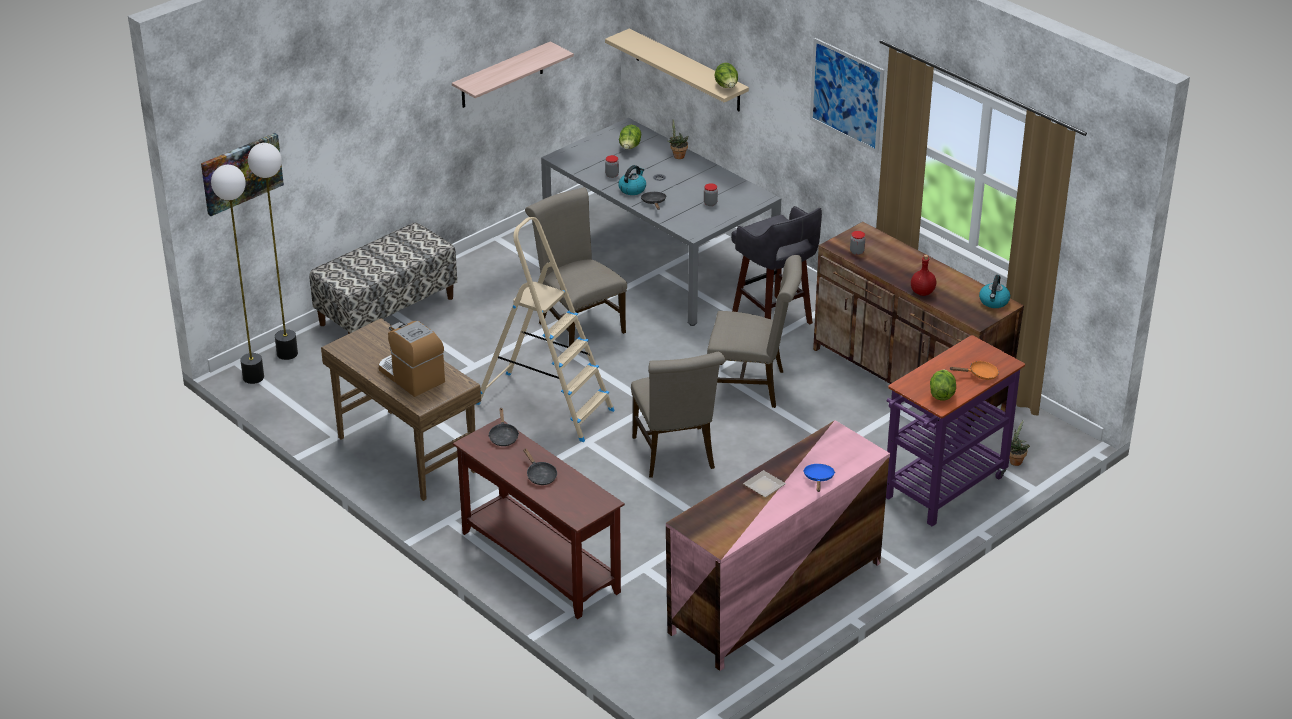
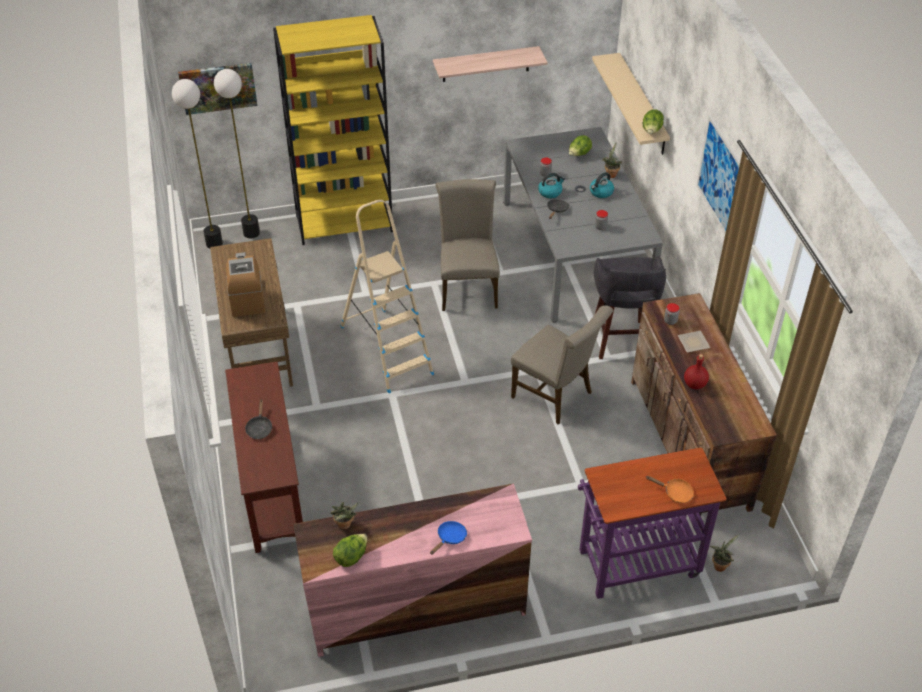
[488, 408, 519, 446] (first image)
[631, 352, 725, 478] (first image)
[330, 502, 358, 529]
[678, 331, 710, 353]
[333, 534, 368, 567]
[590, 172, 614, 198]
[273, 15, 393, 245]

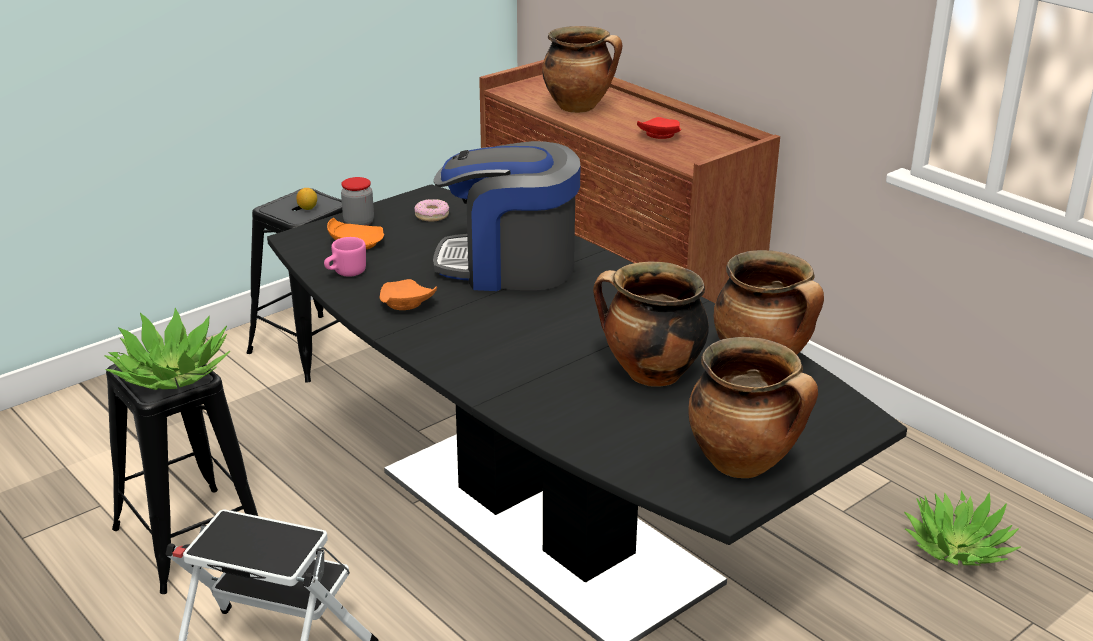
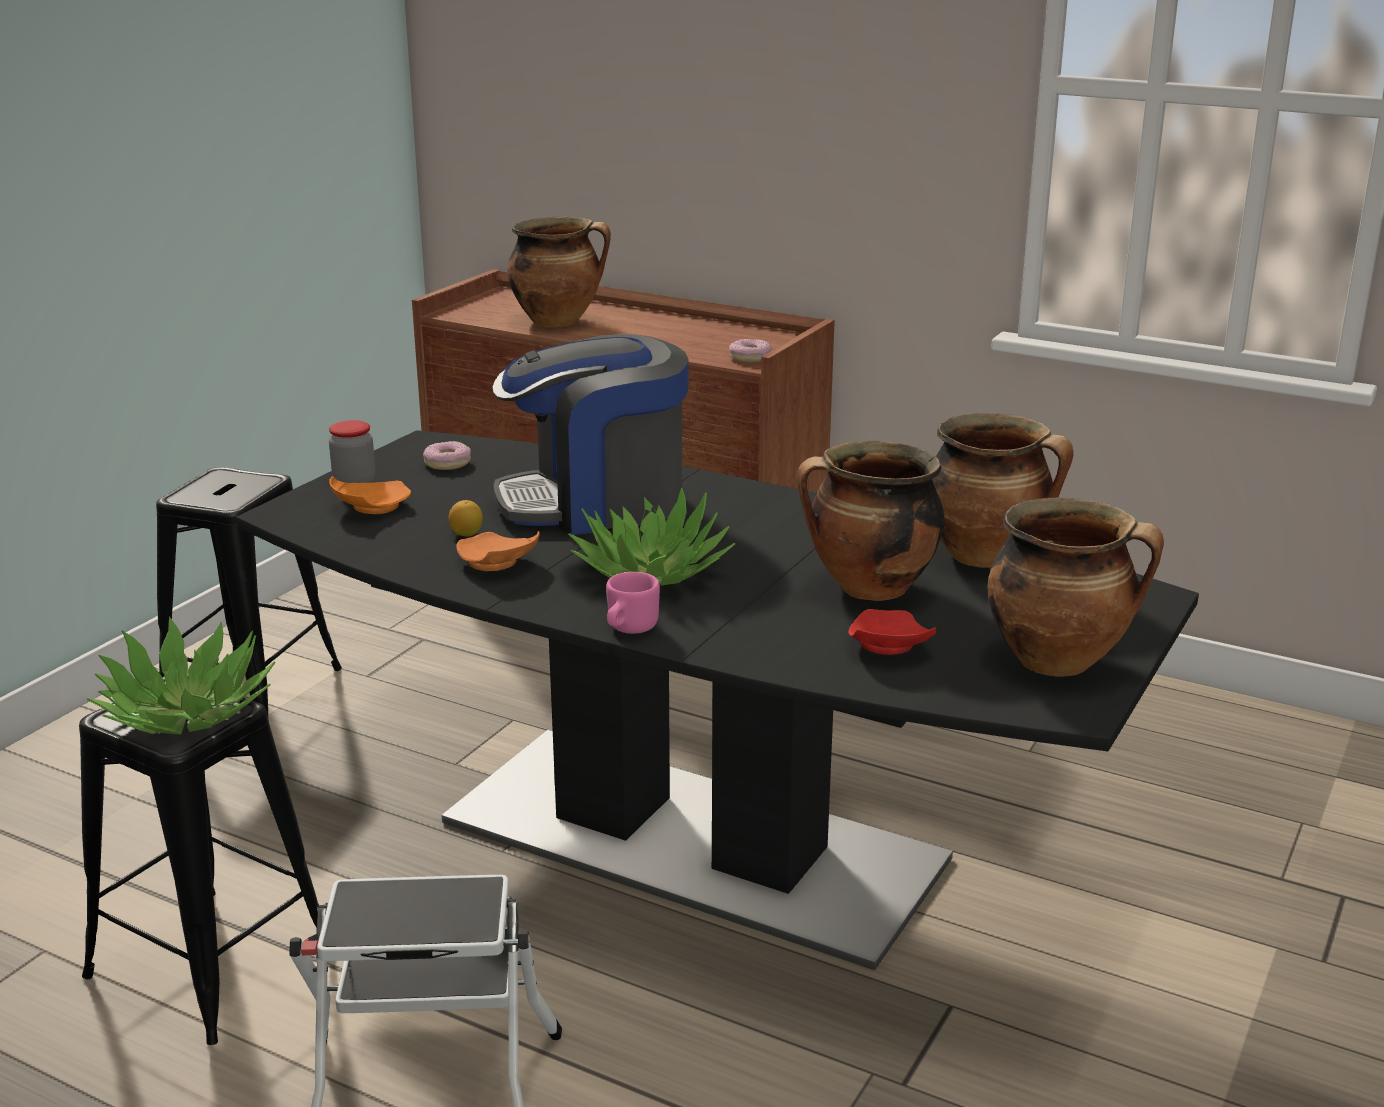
[729, 339, 772, 363]
[449, 500, 483, 537]
[606, 572, 660, 634]
[848, 609, 936, 655]
[568, 488, 735, 585]

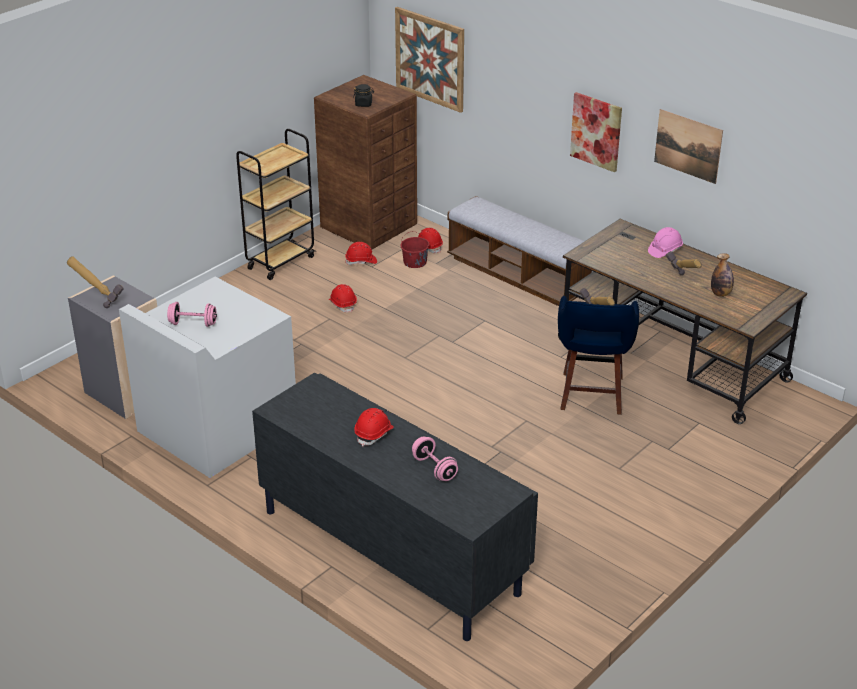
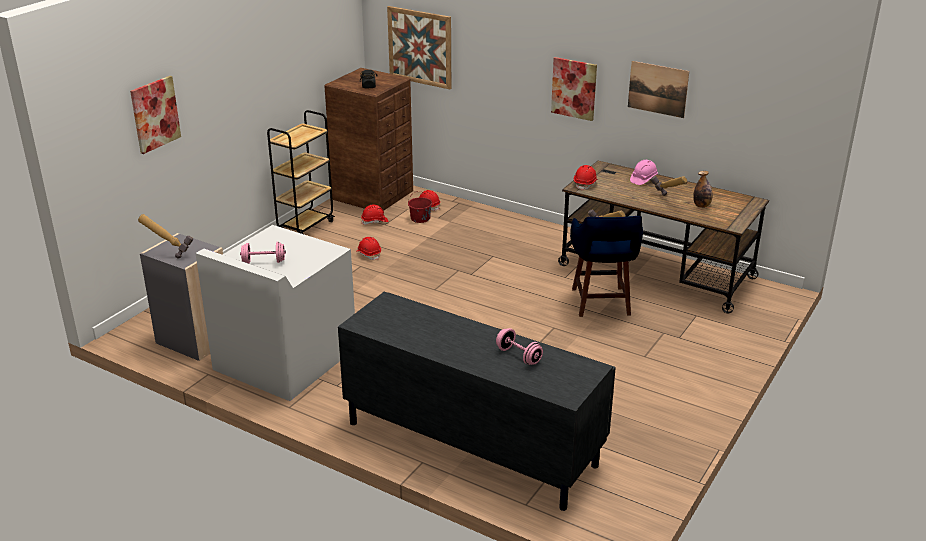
[447, 196, 592, 306] (first image)
[130, 76, 181, 154]
[574, 165, 598, 191]

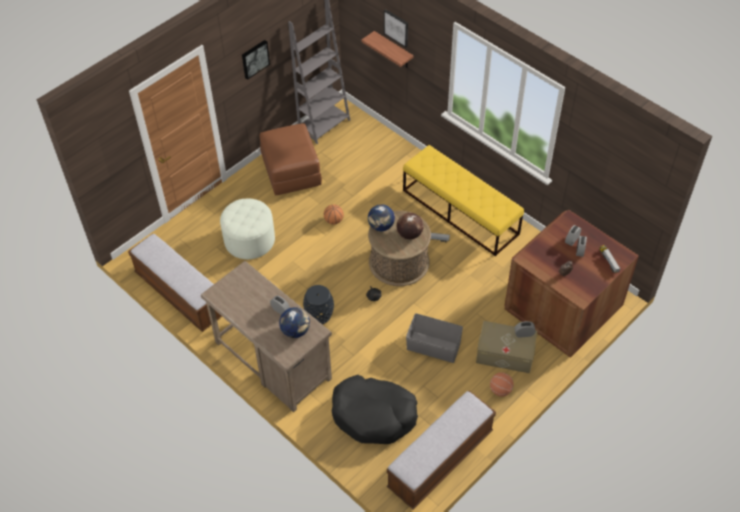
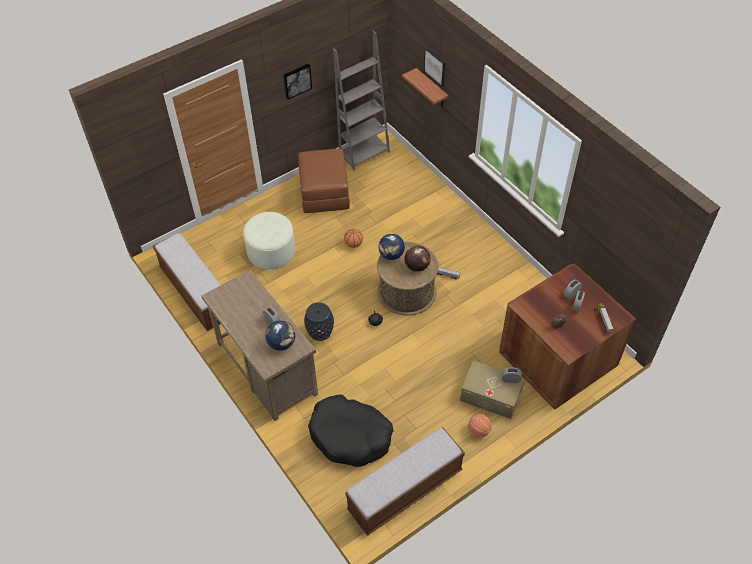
[403, 145, 524, 256] (first image)
[406, 313, 463, 363] (first image)

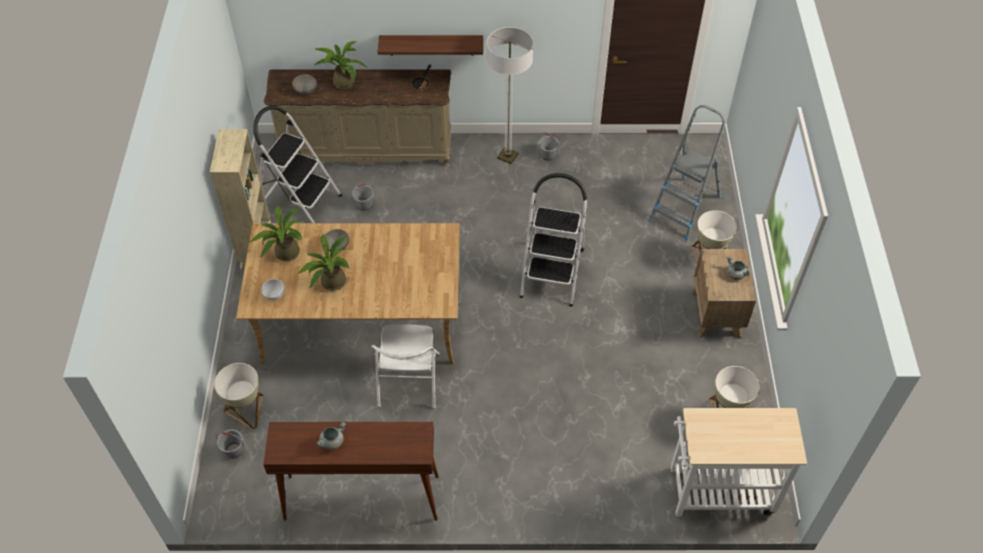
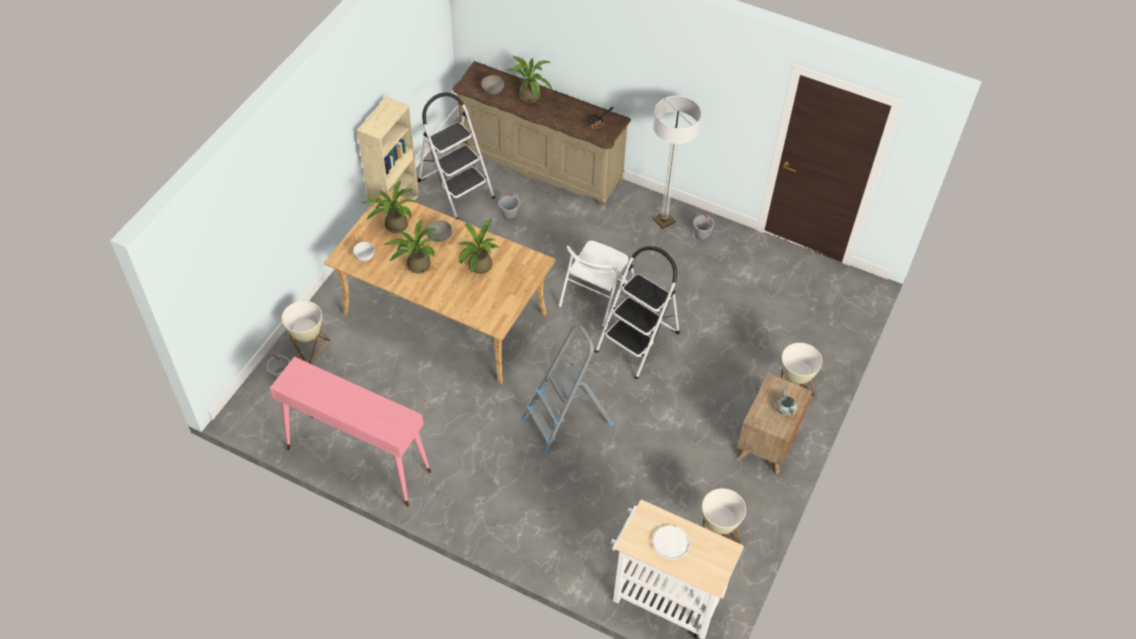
[317, 422, 346, 450] (first image)
[378, 35, 483, 56] (first image)
[458, 219, 499, 274]
[652, 525, 690, 560]
[558, 241, 628, 326]
[523, 325, 614, 454]
[270, 357, 431, 507]

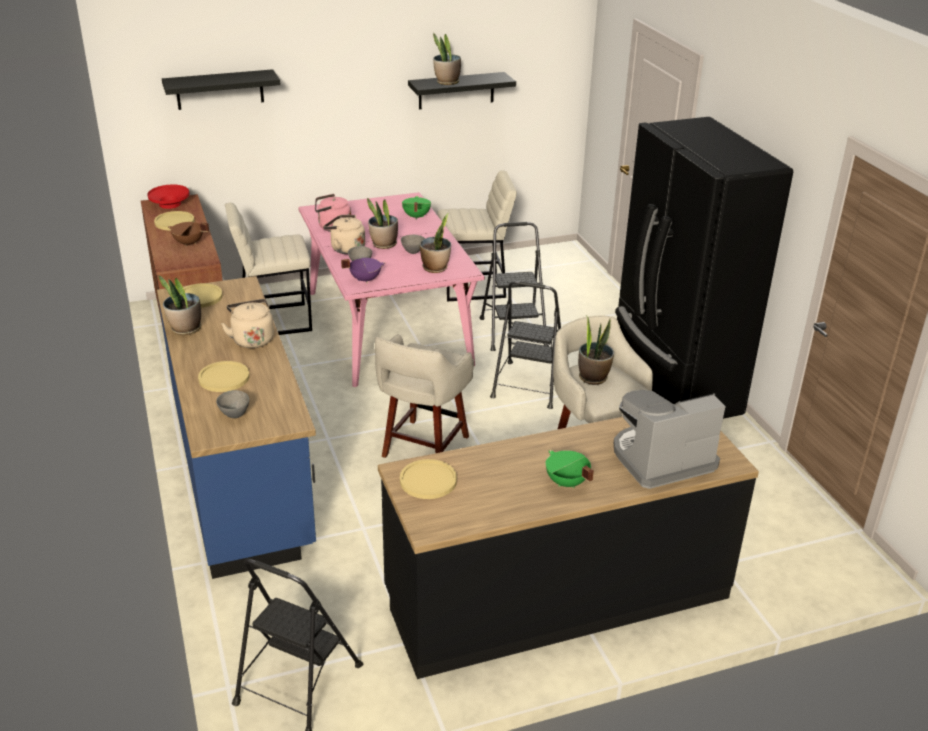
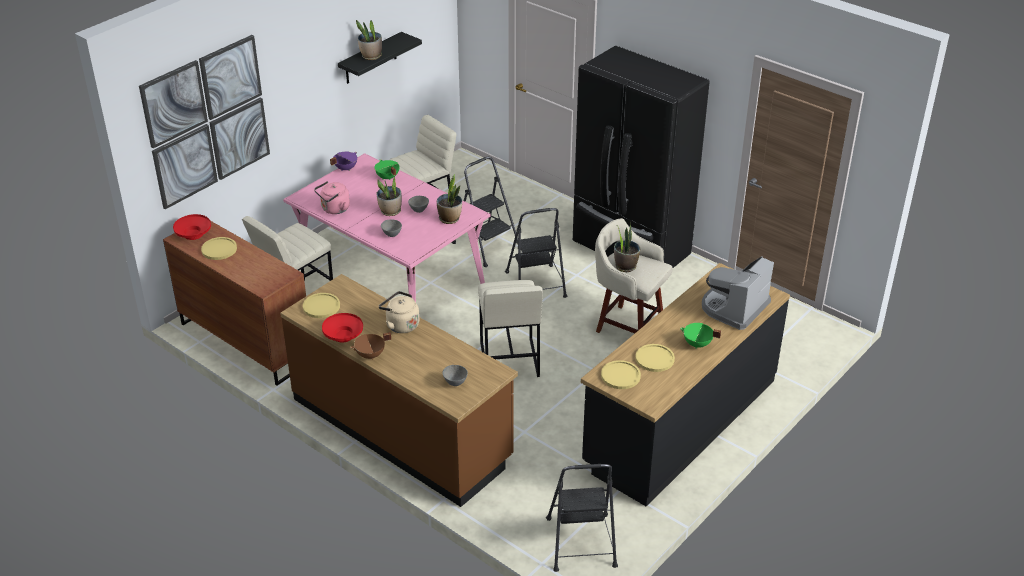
[323, 215, 365, 254] (first image)
[350, 332, 391, 360]
[636, 344, 675, 372]
[330, 152, 357, 171]
[322, 313, 363, 342]
[139, 35, 270, 209]
[478, 280, 543, 377]
[280, 274, 518, 507]

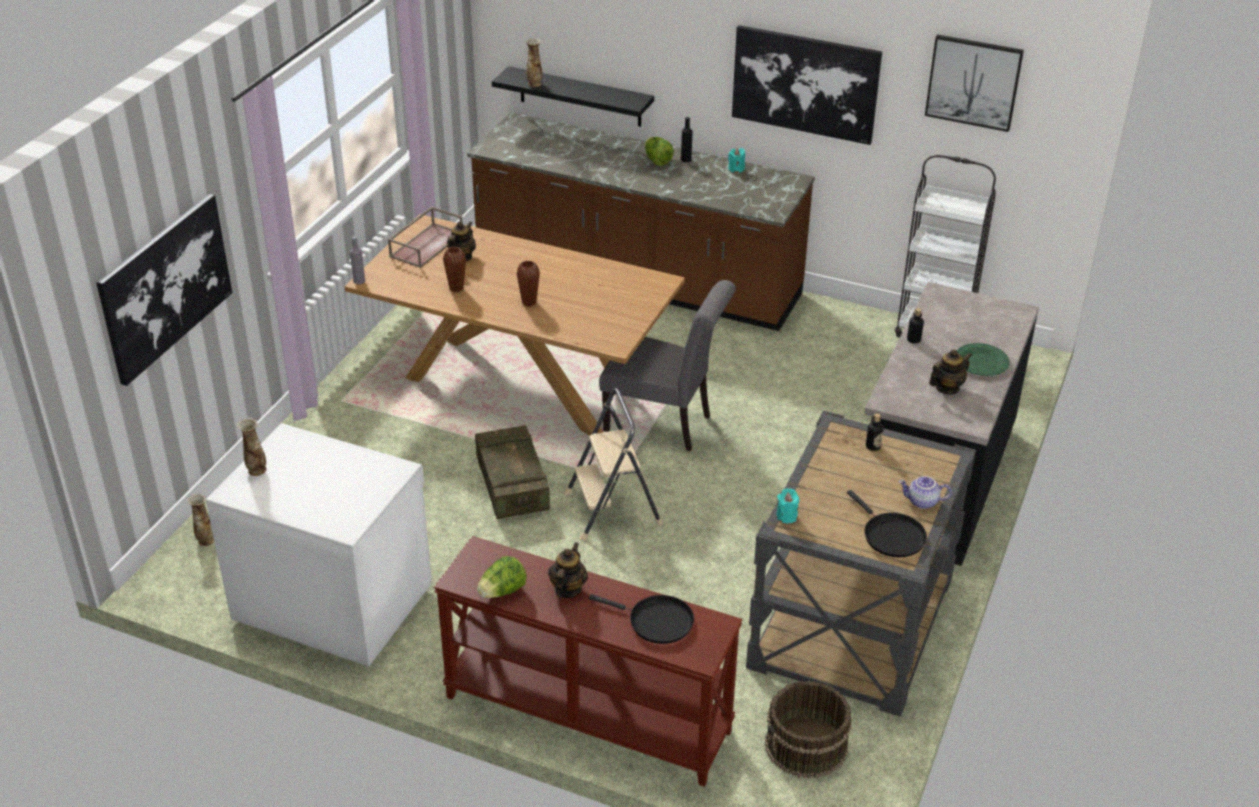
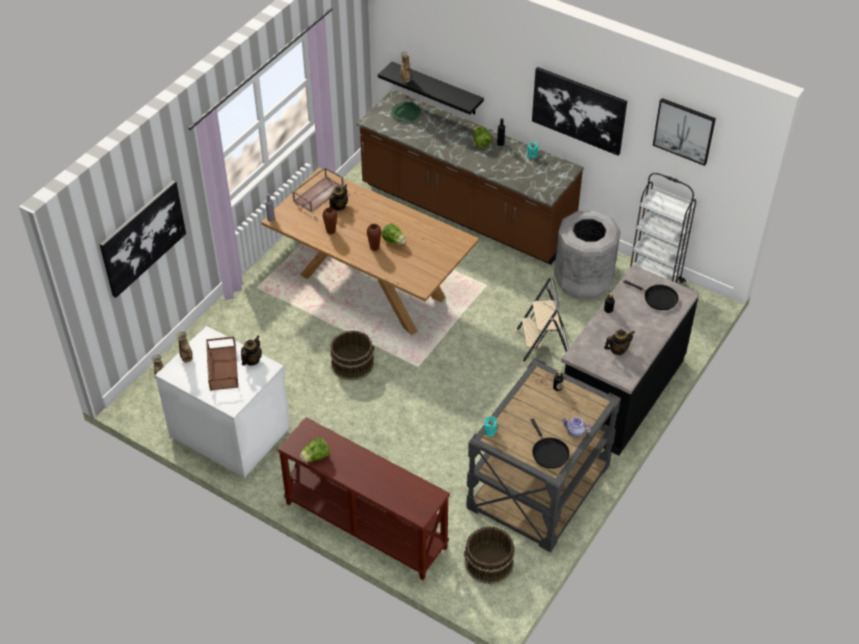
[599, 280, 736, 451] (first image)
[206, 336, 238, 391]
[382, 223, 406, 245]
[554, 211, 621, 299]
[241, 335, 262, 366]
[514, 278, 569, 365]
[624, 280, 678, 310]
[391, 102, 421, 122]
[330, 331, 375, 380]

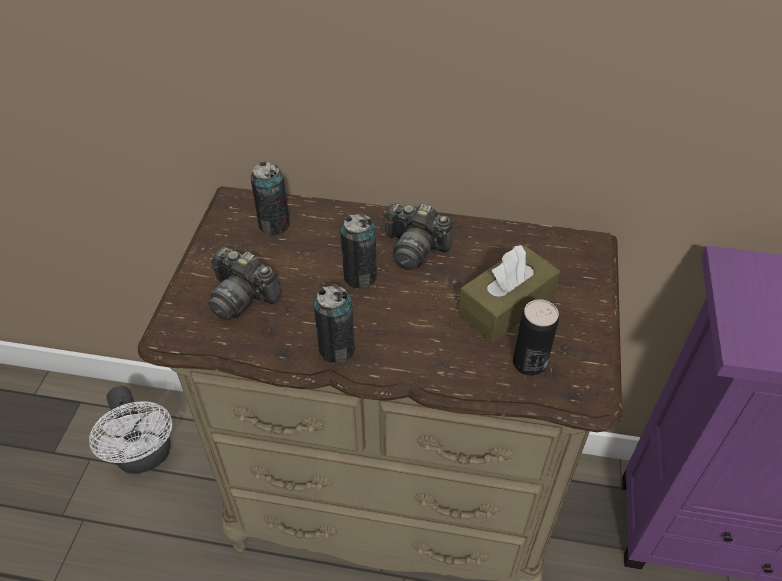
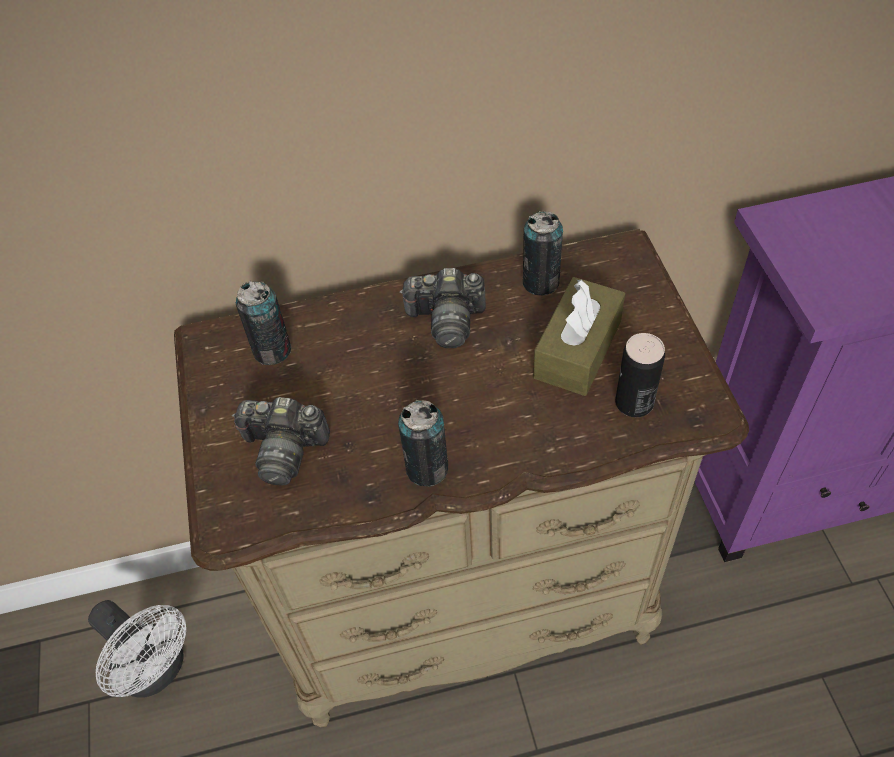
[523, 211, 563, 295]

